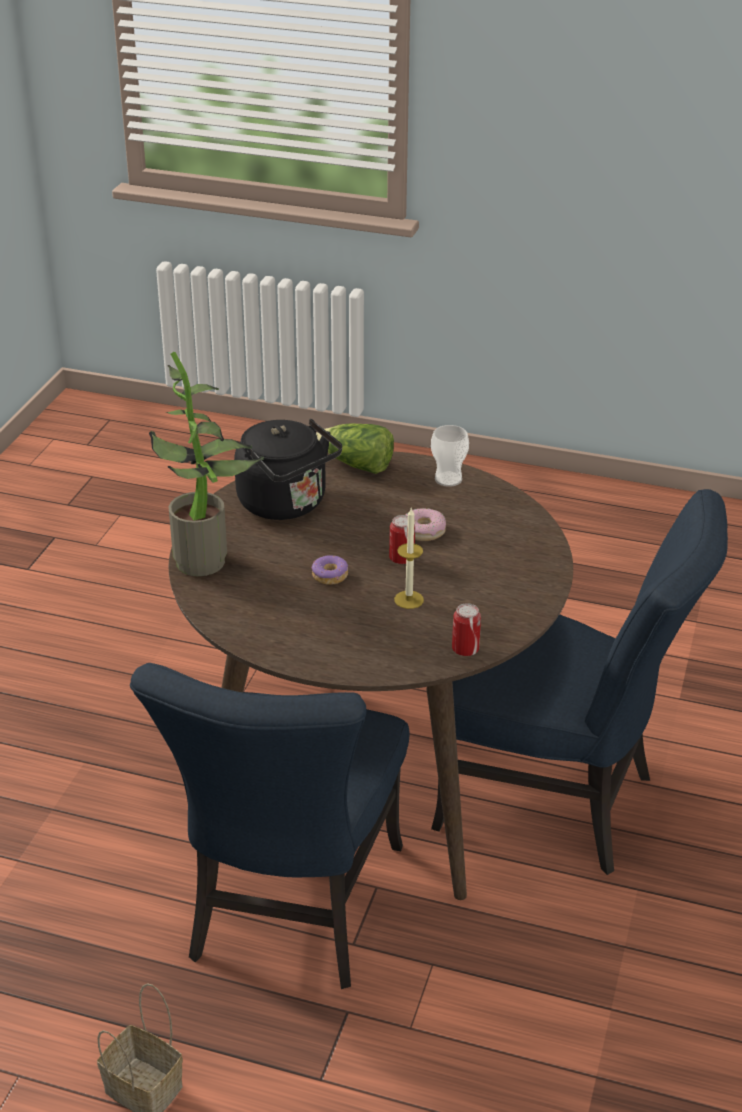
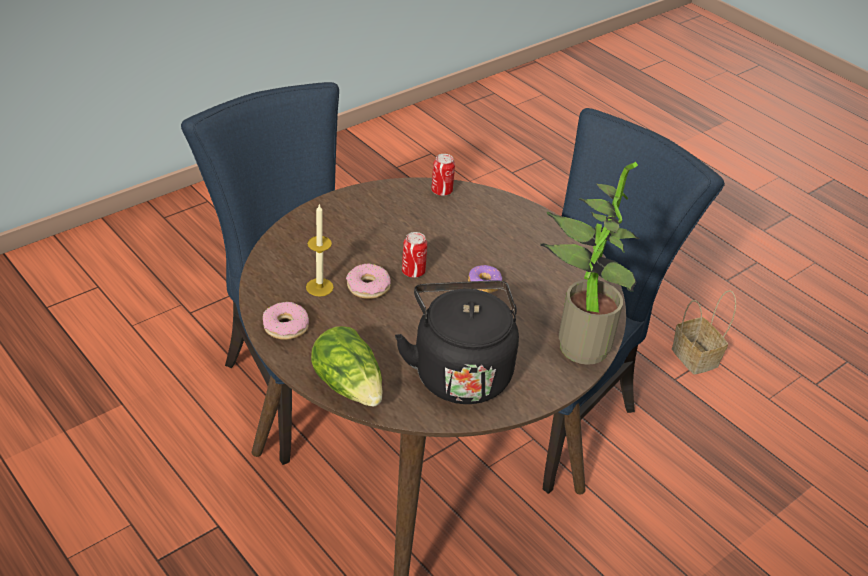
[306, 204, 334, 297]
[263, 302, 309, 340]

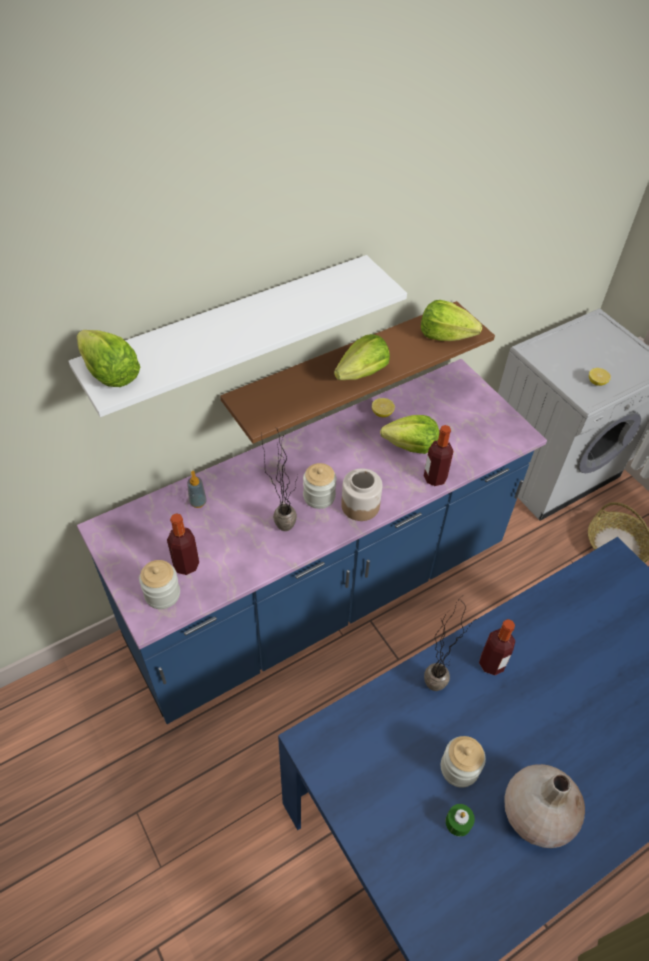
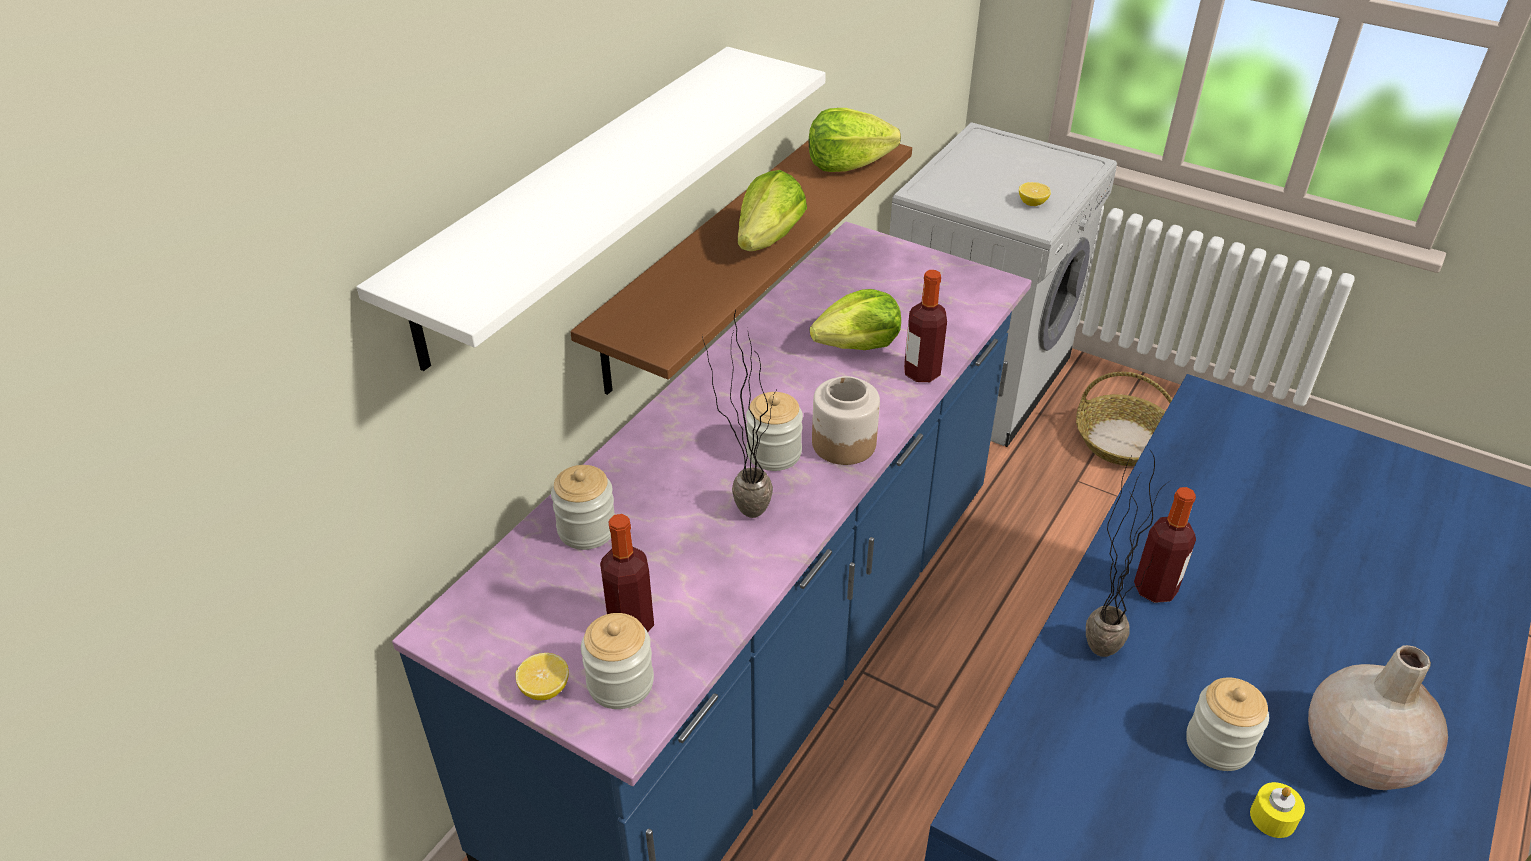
[77, 330, 141, 387] (first image)
[515, 653, 569, 700]
[551, 465, 615, 550]
[1250, 782, 1305, 838]

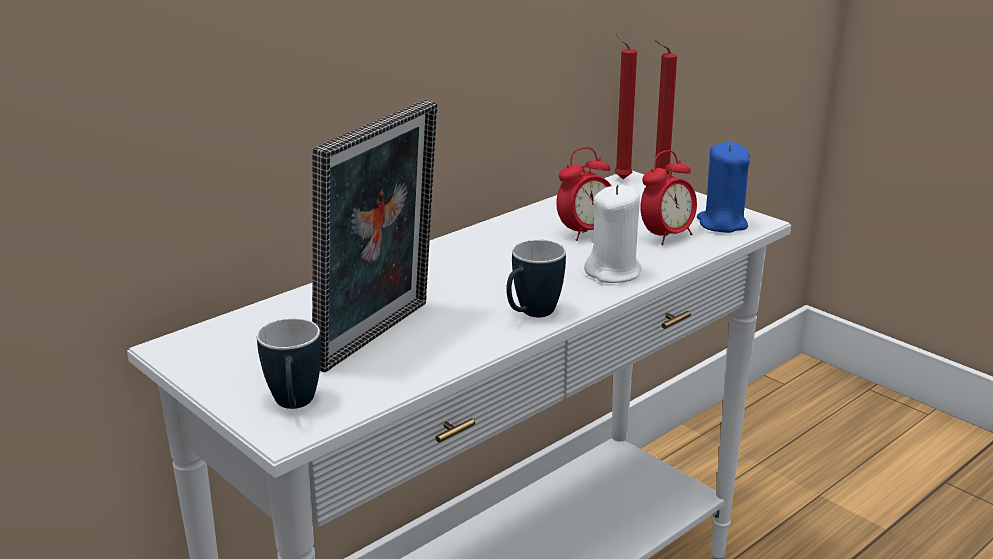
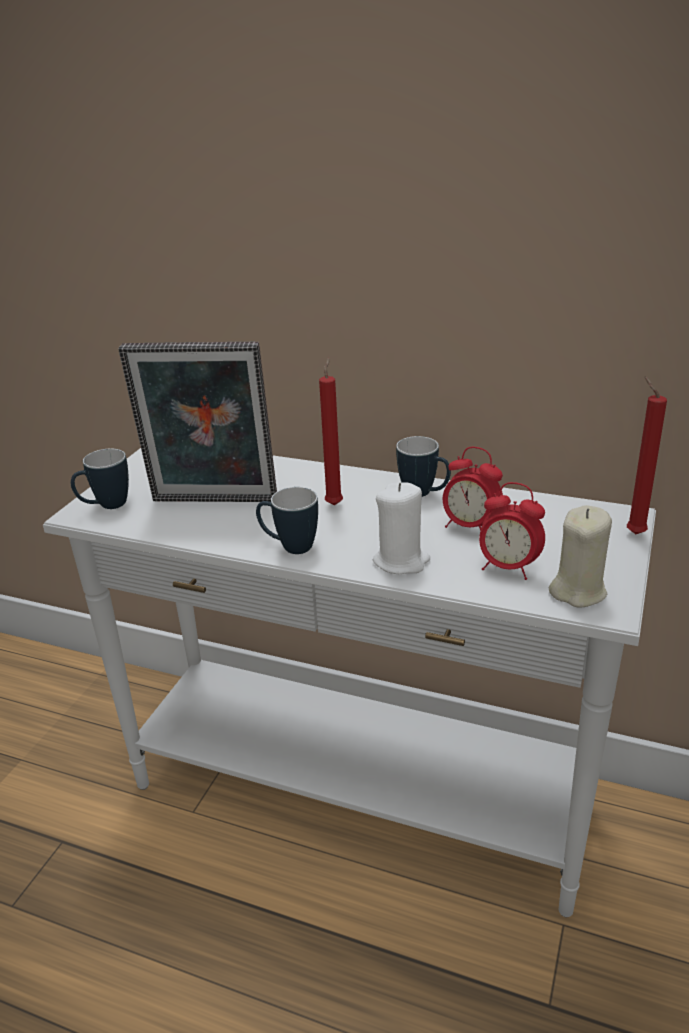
[396, 436, 451, 497]
[319, 358, 343, 505]
[549, 505, 612, 608]

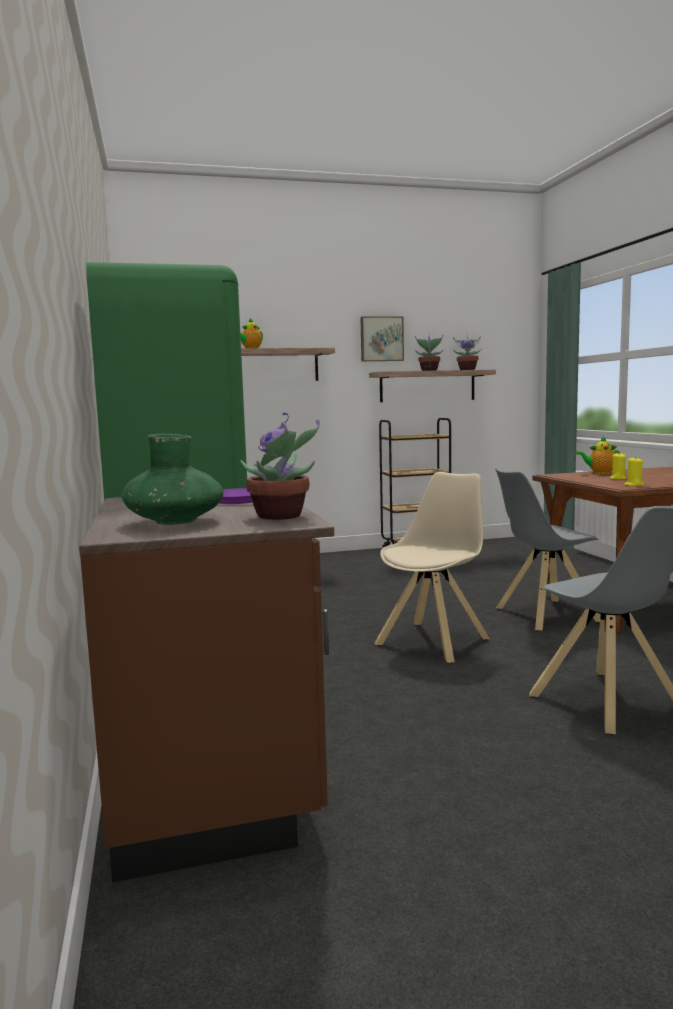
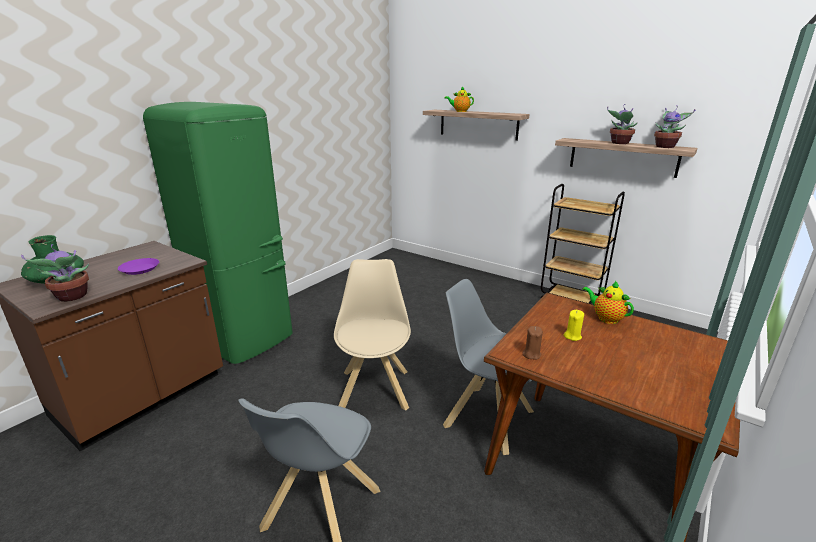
[360, 316, 404, 361] (first image)
[523, 326, 543, 360]
[334, 259, 411, 411]

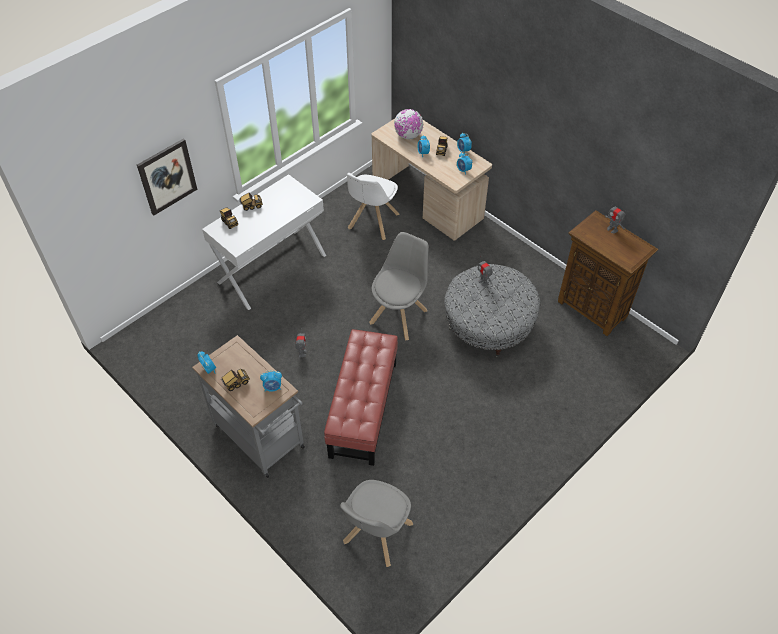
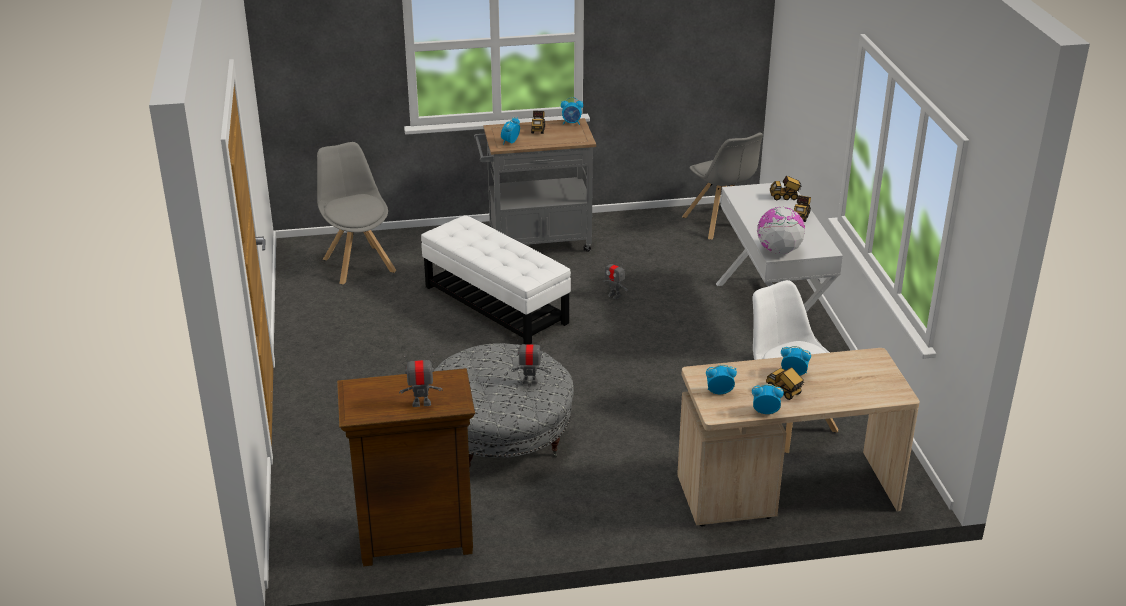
[137, 138, 197, 216] (first image)
[682, 132, 763, 240]
[757, 207, 805, 254]
[421, 215, 571, 344]

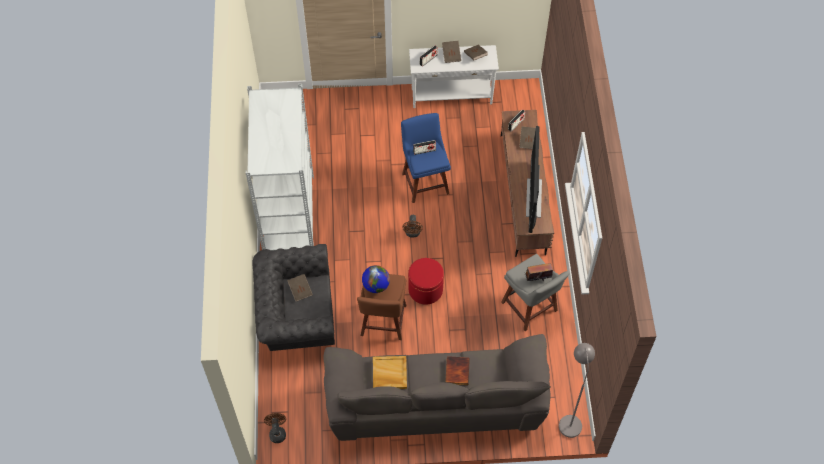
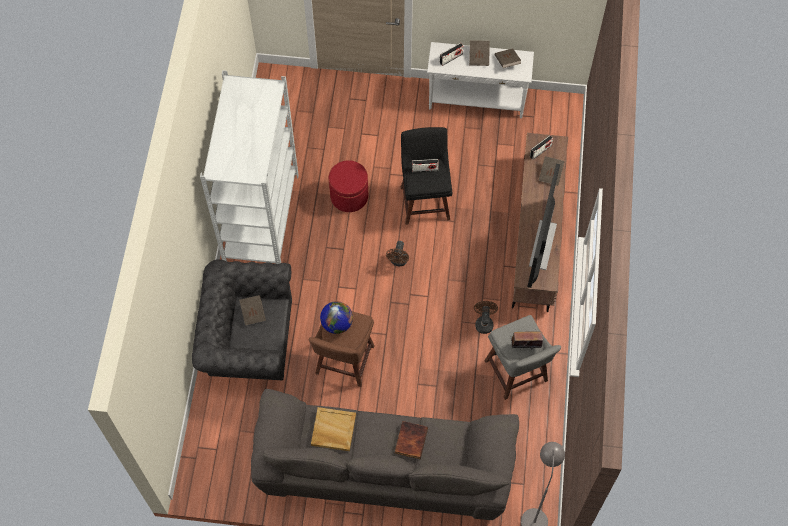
[474, 301, 498, 334]
[328, 160, 368, 212]
[401, 127, 452, 225]

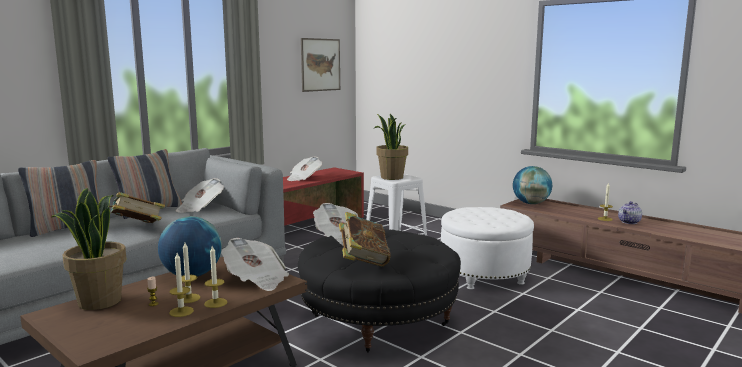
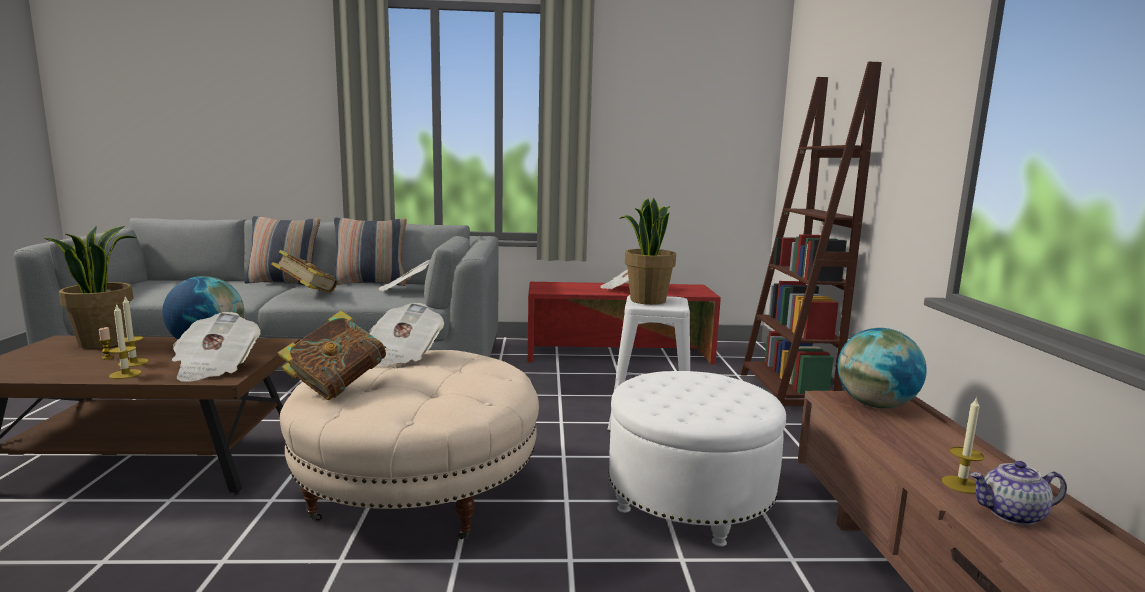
[169, 253, 194, 317] (first image)
[301, 38, 340, 92] (first image)
[740, 62, 882, 406]
[280, 350, 539, 539]

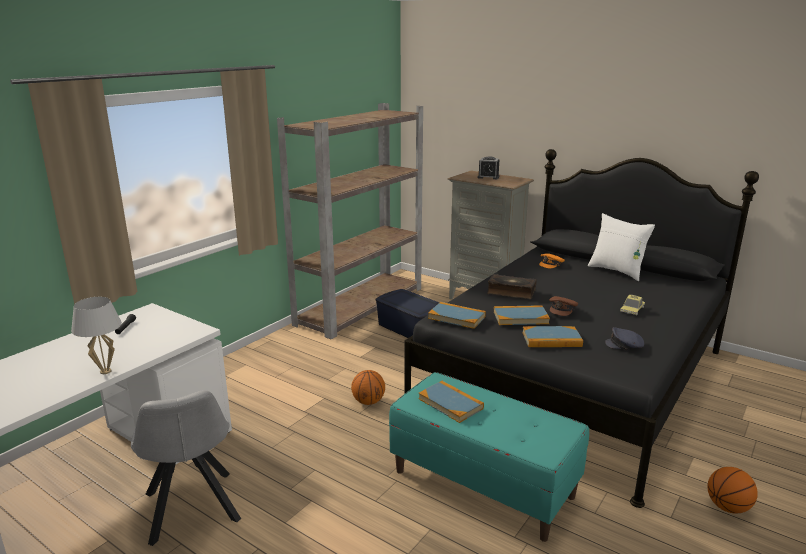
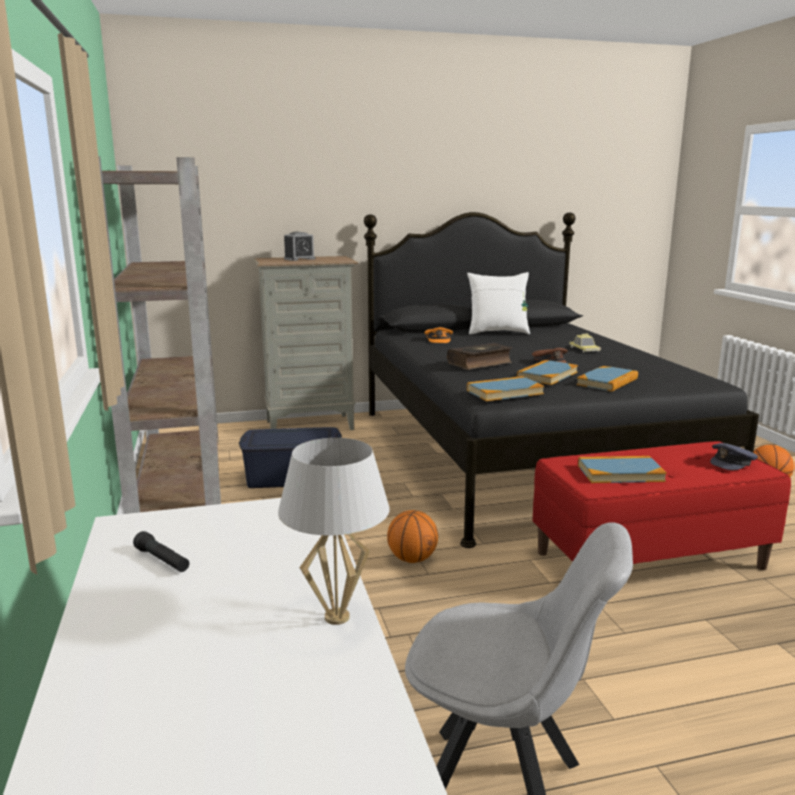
[710, 443, 758, 470]
[533, 441, 791, 570]

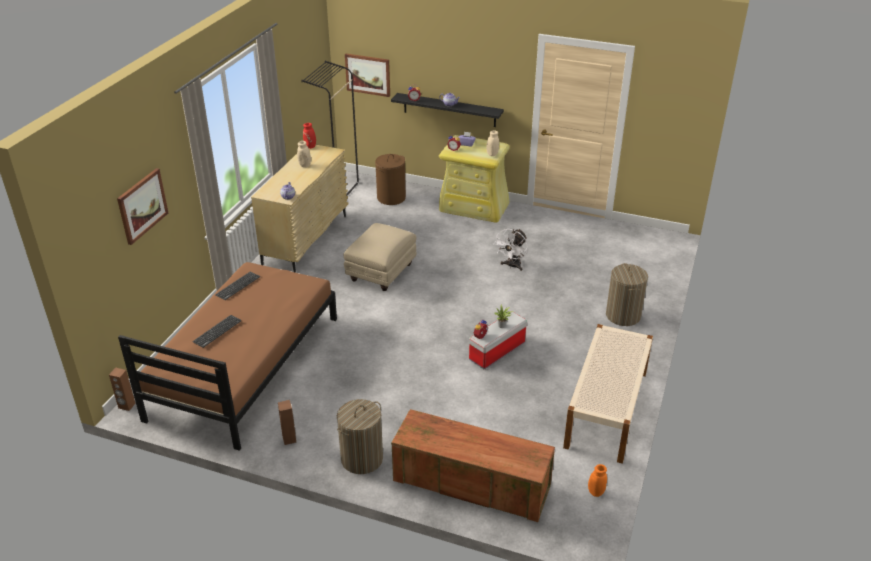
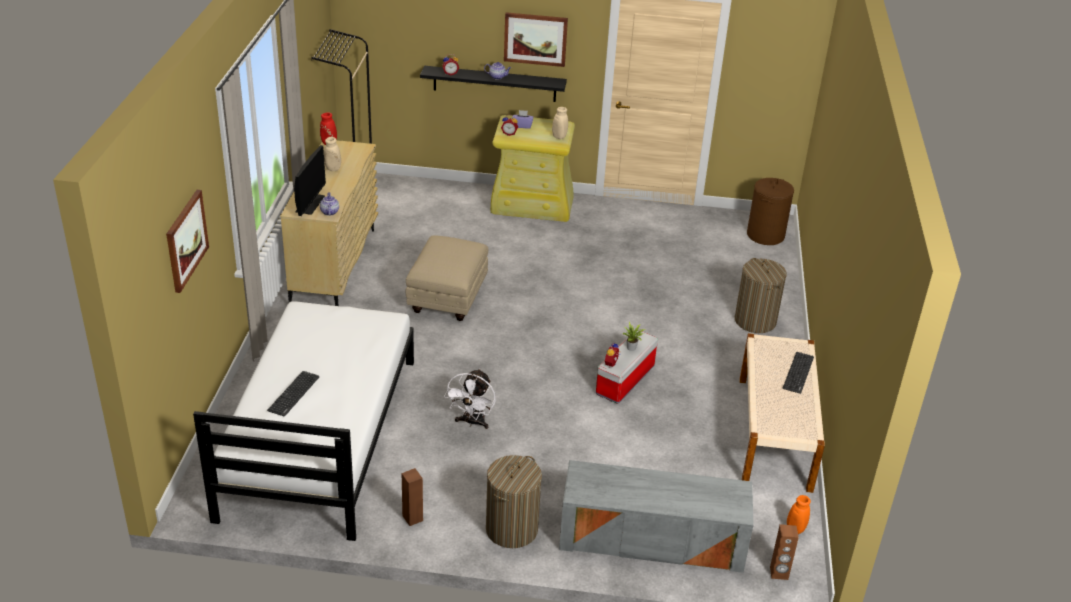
[294, 145, 326, 216]
[770, 524, 799, 580]
[783, 352, 814, 394]
[504, 12, 568, 67]
[747, 178, 794, 245]
[444, 369, 496, 429]
[193, 301, 414, 541]
[559, 460, 754, 573]

